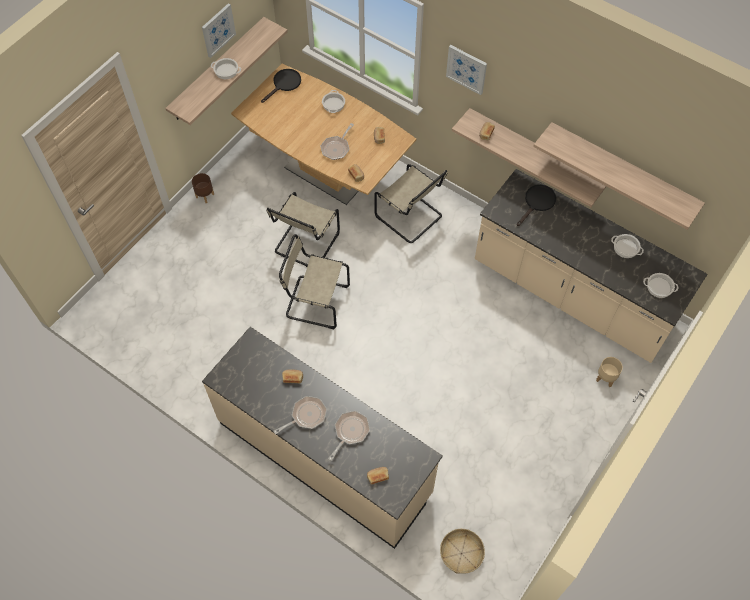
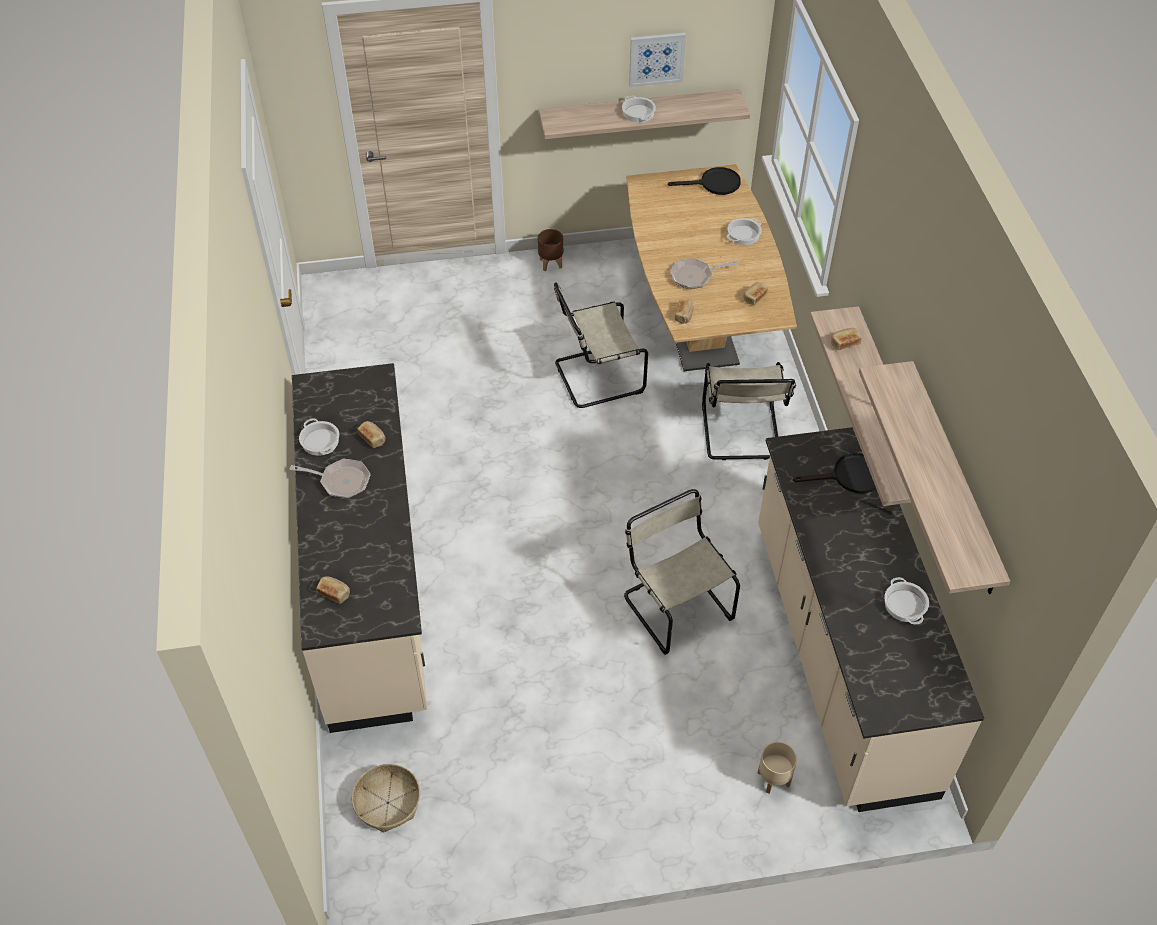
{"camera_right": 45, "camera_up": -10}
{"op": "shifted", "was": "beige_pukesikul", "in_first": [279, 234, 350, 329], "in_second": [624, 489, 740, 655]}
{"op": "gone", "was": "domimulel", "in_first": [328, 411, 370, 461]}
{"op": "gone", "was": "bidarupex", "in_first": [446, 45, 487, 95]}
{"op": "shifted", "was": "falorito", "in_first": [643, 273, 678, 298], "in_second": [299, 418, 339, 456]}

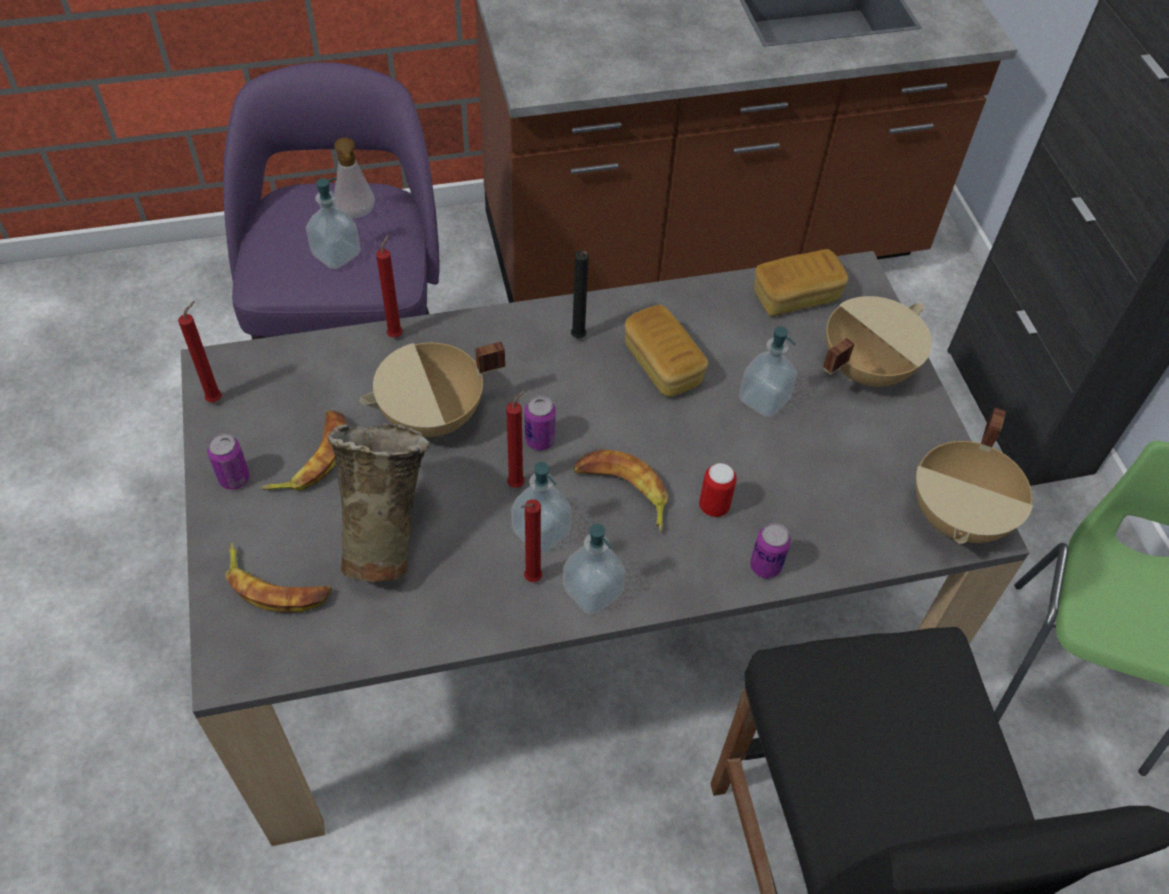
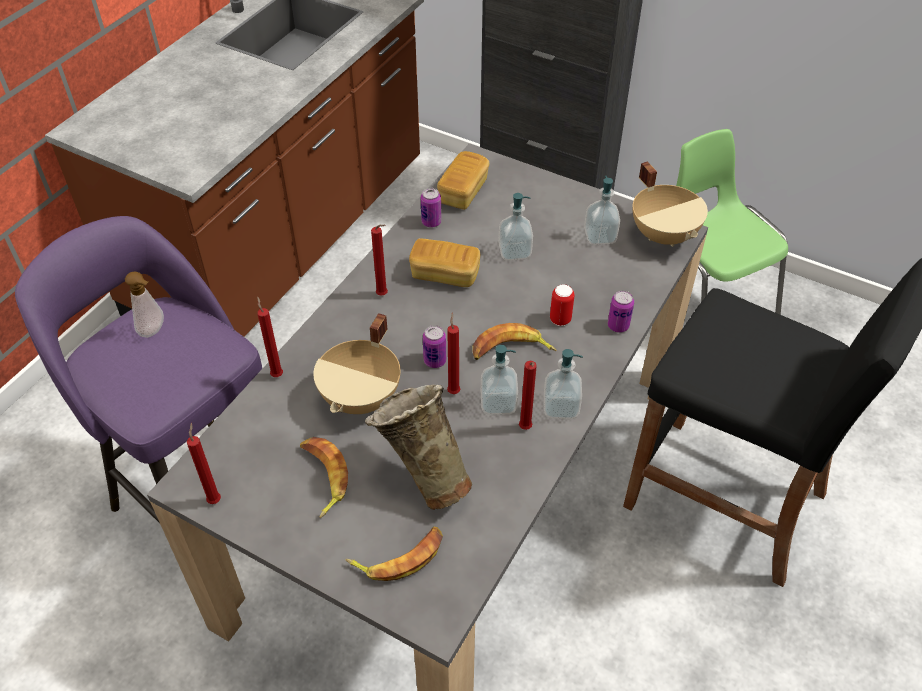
{"camera_right": -45, "camera_up": -5}
{"op": "shifted", "was": "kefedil", "in_first": [207, 434, 250, 490], "in_second": [421, 188, 442, 228]}
{"op": "shifted", "was": "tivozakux", "in_first": [306, 178, 361, 270], "in_second": [584, 176, 620, 245]}
{"op": "repainted", "was": "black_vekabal", "now": "red_vekabal", "in_first": [571, 250, 589, 338], "in_second": [371, 225, 388, 296]}
{"op": "gone", "was": "beige_falorito", "in_first": [823, 296, 932, 387]}

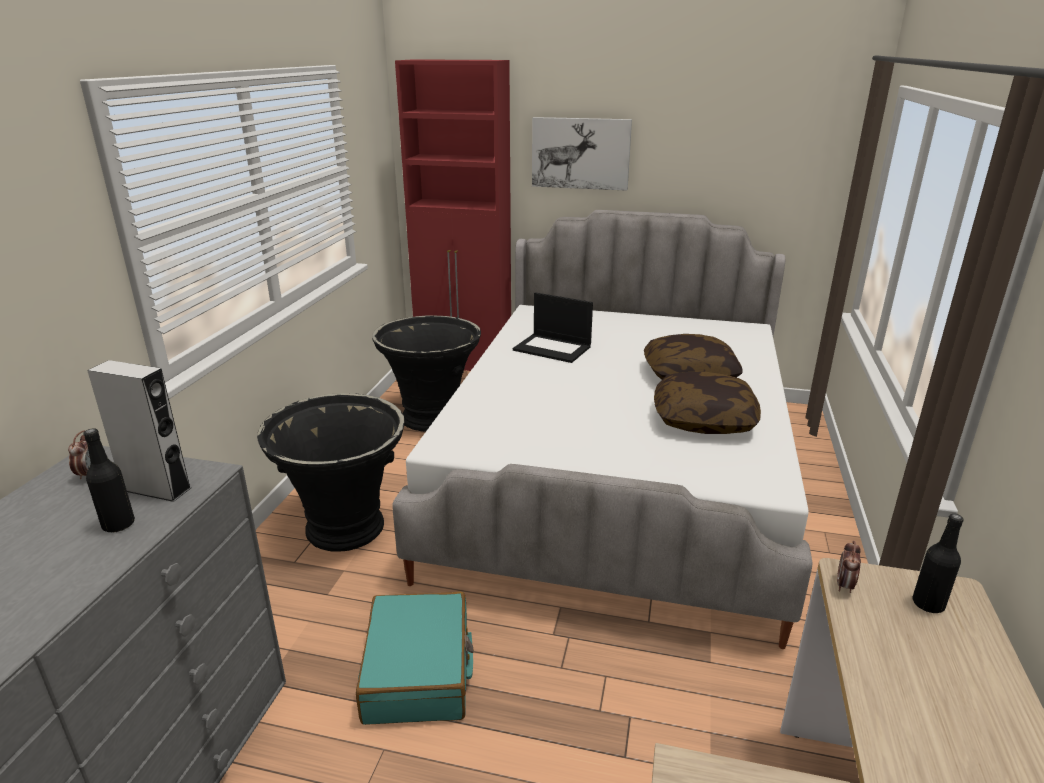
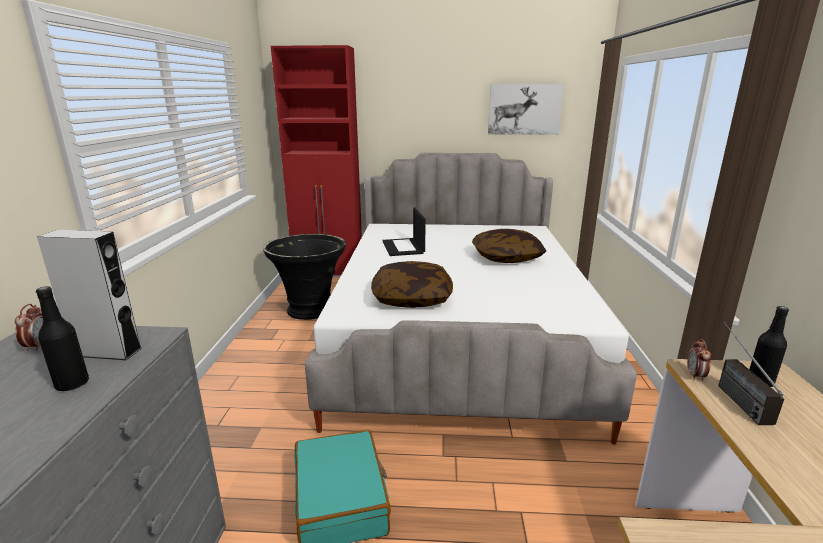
{"camera_right": -10, "camera_up": -5}
{"op": "gone", "was": "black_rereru", "in_first": [257, 393, 405, 552]}
{"op": "rotated", "was": "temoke", "in_first": [513, 292, 593, 363], "in_second": [382, 207, 426, 256], "clockwise": 60}
{"op": "shifted", "was": "bidarupex", "in_first": [532, 117, 632, 191], "in_second": [488, 84, 564, 135]}
{"op": "shifted", "was": "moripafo", "in_first": [654, 372, 761, 434], "in_second": [371, 261, 453, 308]}
{"op": "new", "now": "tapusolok", "in_second": [718, 322, 784, 425]}

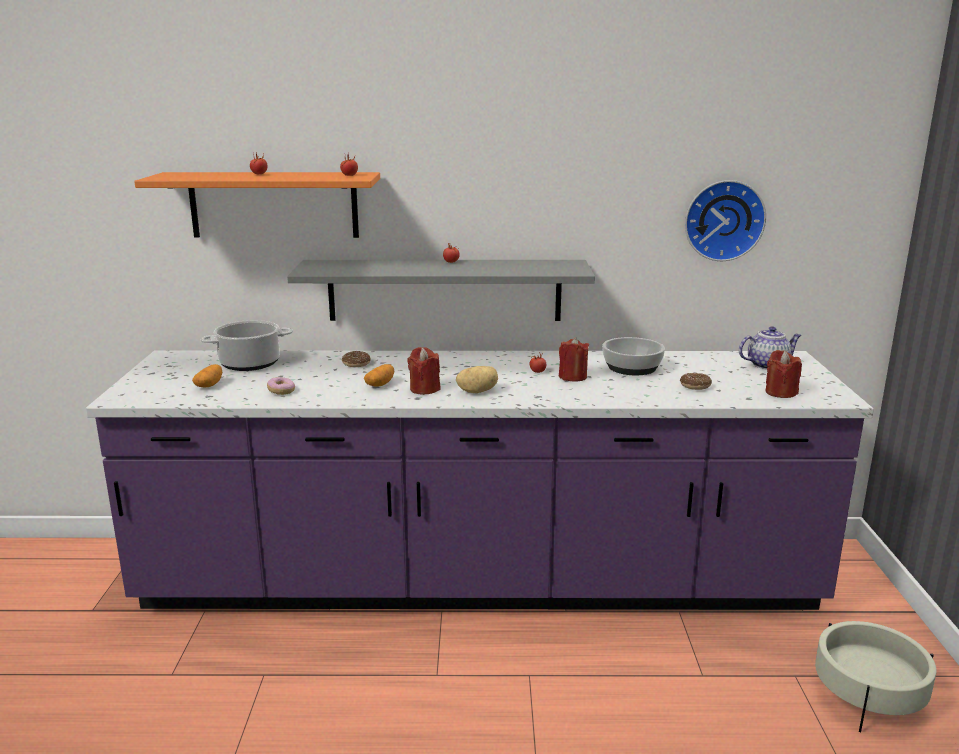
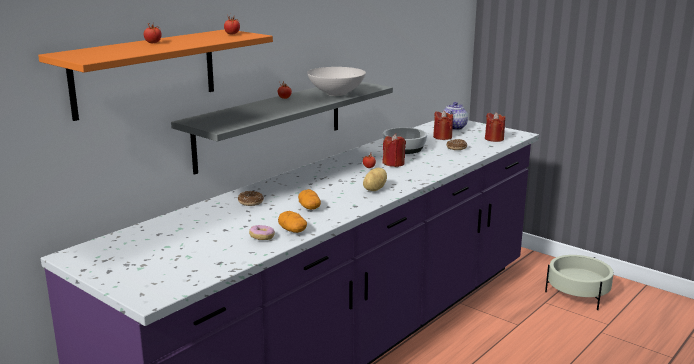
{"camera_right": -50, "camera_up": 0}
{"op": "shifted", "was": "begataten", "in_first": [192, 364, 222, 388], "in_second": [278, 211, 307, 233]}
{"op": "gone", "was": "falorito", "in_first": [200, 320, 293, 371]}
{"op": "shifted", "was": "red_vekabal", "in_first": [408, 347, 440, 395], "in_second": [433, 110, 453, 140]}
{"op": "gone", "was": "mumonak", "in_first": [685, 180, 766, 261]}
{"op": "new", "now": "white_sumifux", "in_second": [307, 67, 366, 96]}

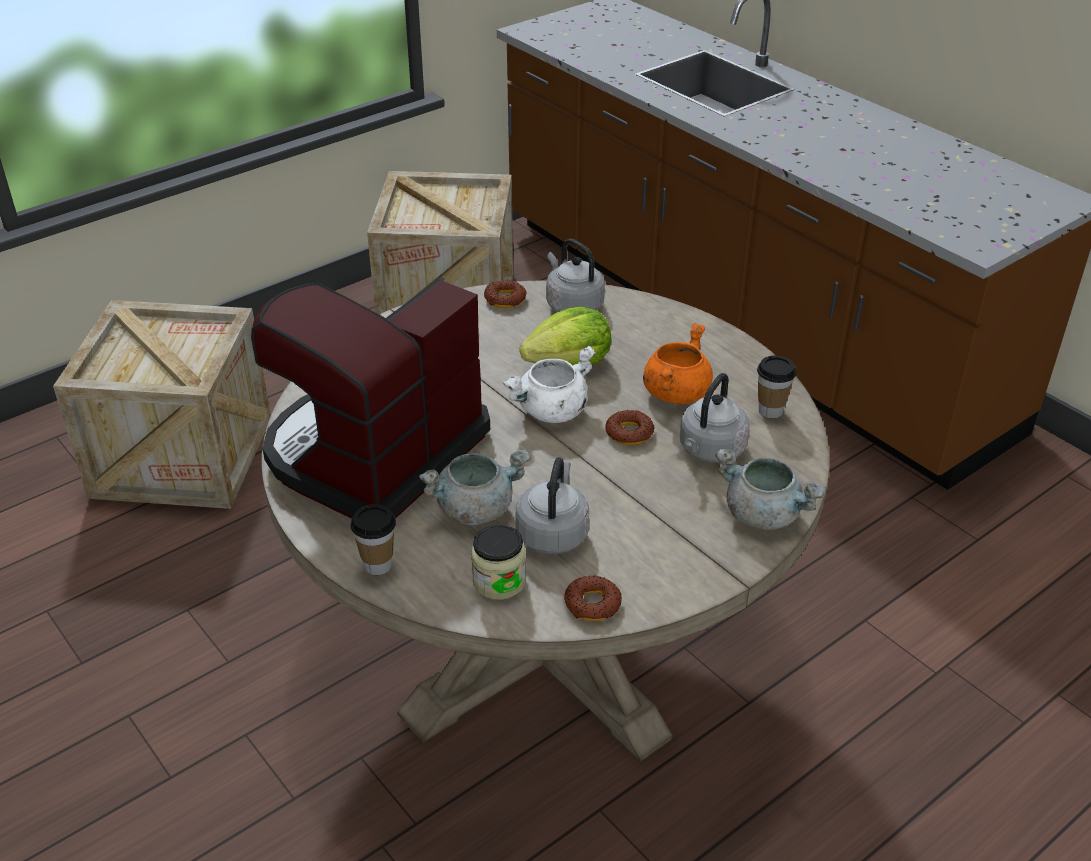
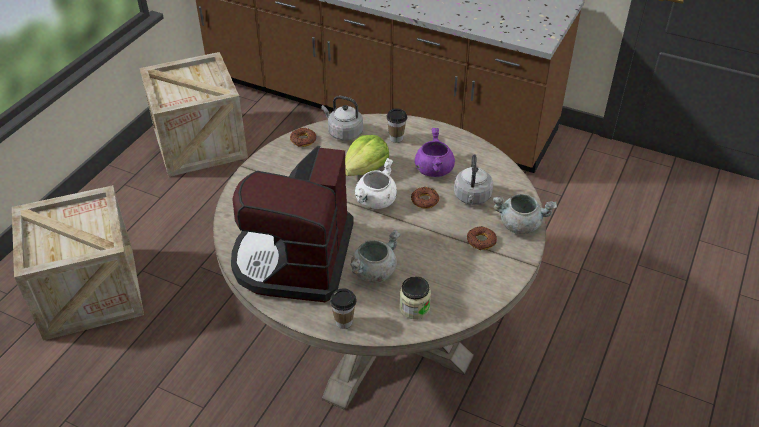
{"camera_right": -25, "camera_up": 5}
{"op": "gone", "was": "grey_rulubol", "in_first": [516, 457, 589, 554]}
{"op": "shifted", "was": "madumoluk", "in_first": [564, 576, 622, 621], "in_second": [467, 227, 497, 250]}
{"op": "repainted", "was": "orange_falorito", "now": "purple_falorito", "in_first": [643, 323, 713, 404], "in_second": [415, 128, 455, 177]}
{"op": "shifted", "was": "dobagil", "in_first": [757, 355, 796, 418], "in_second": [386, 108, 407, 143]}

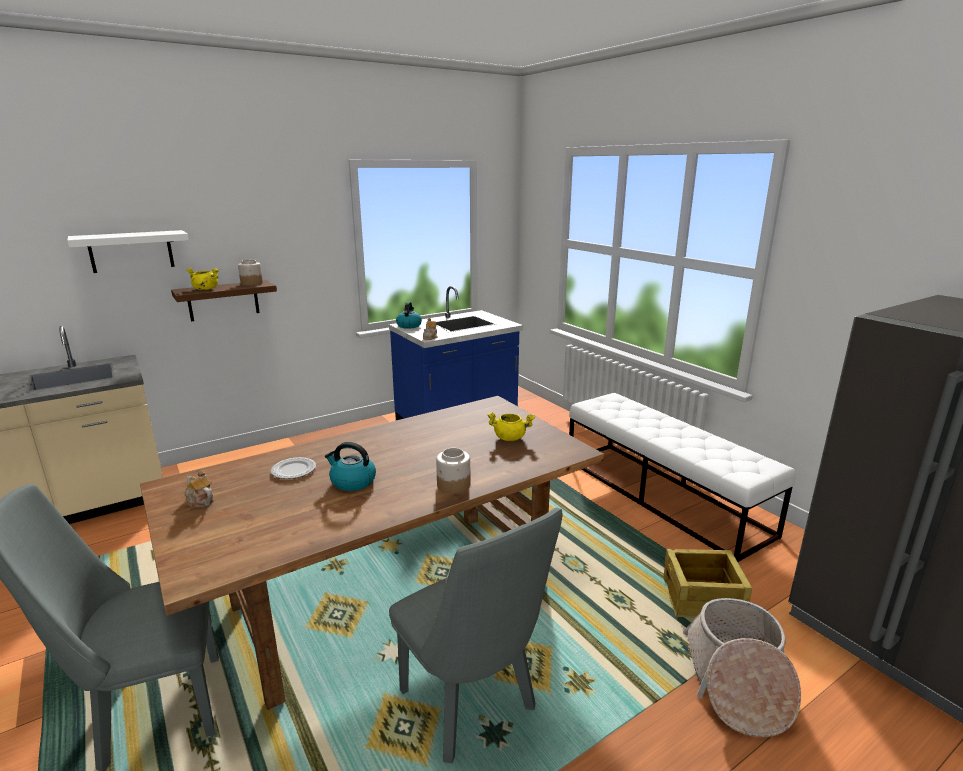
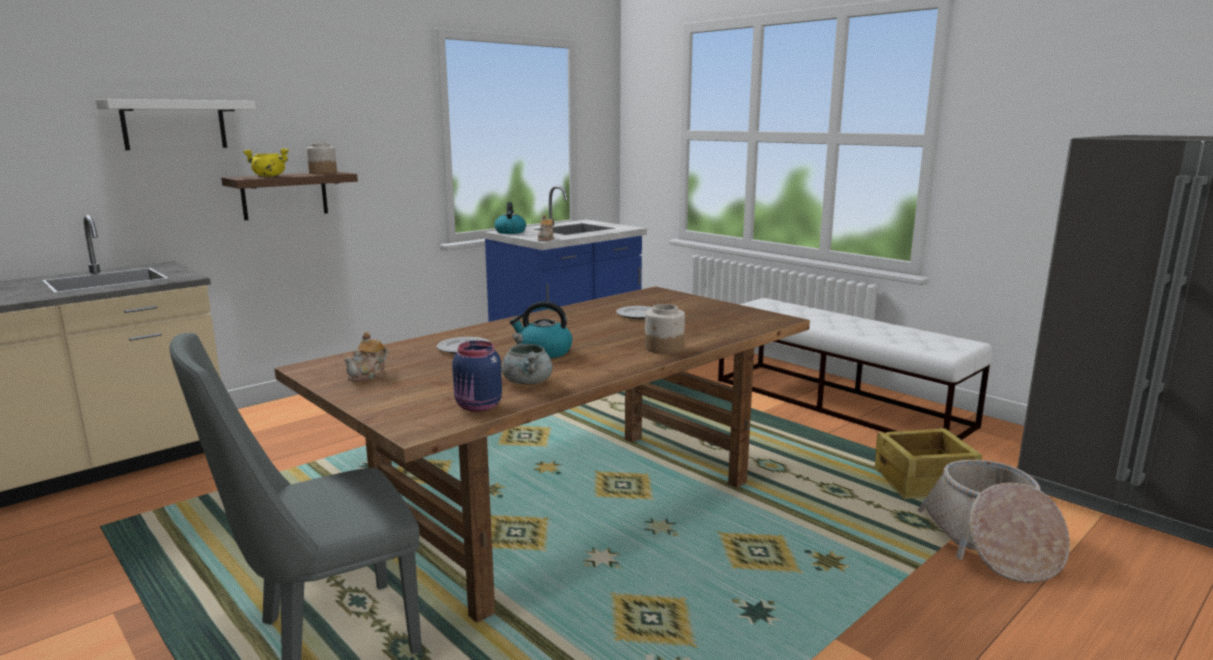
{"camera_right": -10, "camera_up": -5}
{"op": "rotated", "was": "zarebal", "in_first": [184, 470, 214, 507], "in_second": [344, 332, 388, 382], "clockwise": -90}
{"op": "gone", "was": "grey_pukesikul", "in_first": [389, 508, 563, 763]}
{"op": "gone", "was": "yellow_falorito", "in_first": [487, 413, 535, 441]}
{"op": "new", "now": "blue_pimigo", "in_second": [452, 341, 502, 412]}
{"op": "new", "now": "grey_falorito", "in_second": [501, 333, 553, 385]}
{"op": "new", "now": "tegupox", "in_second": [616, 306, 652, 319]}

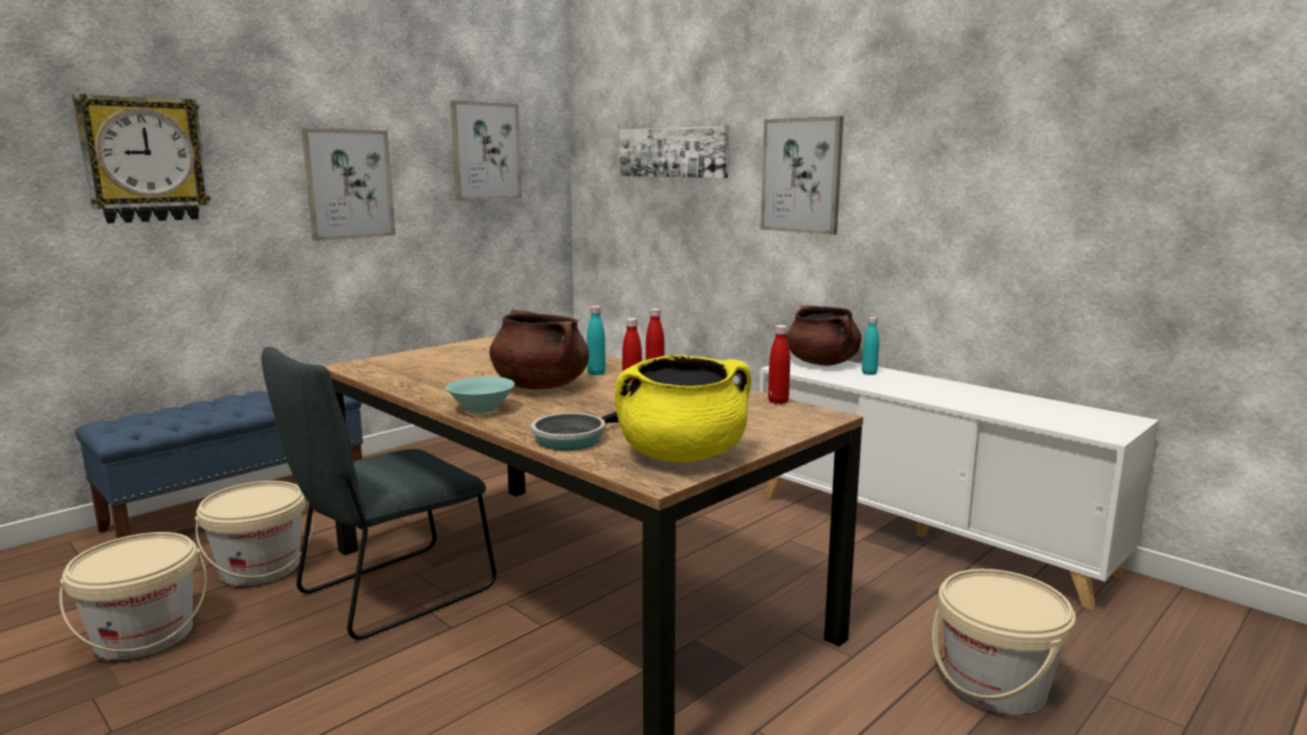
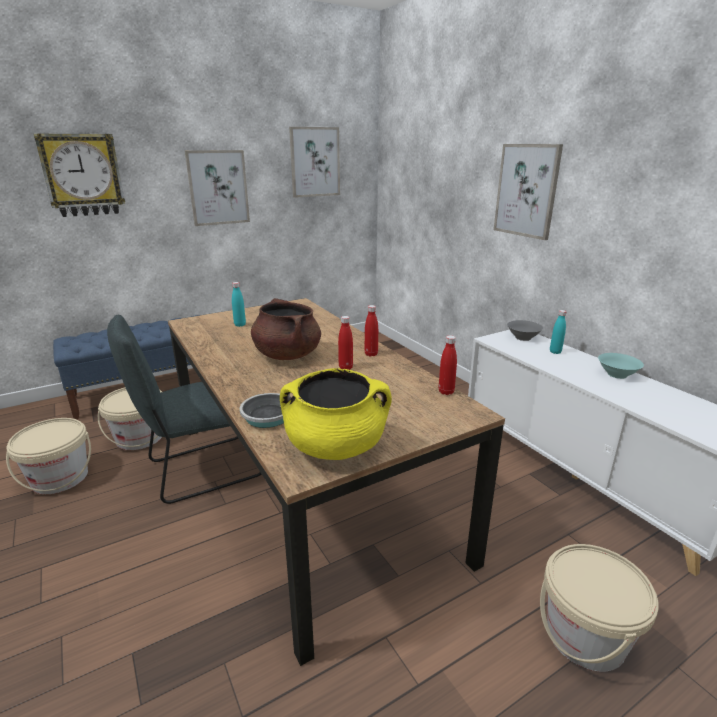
{"camera_right": 15, "camera_up": 10}
{"op": "shifted", "was": "turquoise_sumifux", "in_first": [446, 376, 515, 414], "in_second": [598, 353, 644, 379]}
{"op": "shifted", "was": "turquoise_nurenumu", "in_first": [587, 306, 606, 375], "in_second": [232, 282, 246, 327]}
{"op": "gone", "was": "bidarupex", "in_first": [620, 126, 729, 178]}
{"op": "swapped", "was": "brown_falorito", "now": "grey_sumifux", "in_first": [786, 305, 862, 366], "in_second": [507, 320, 543, 341]}

